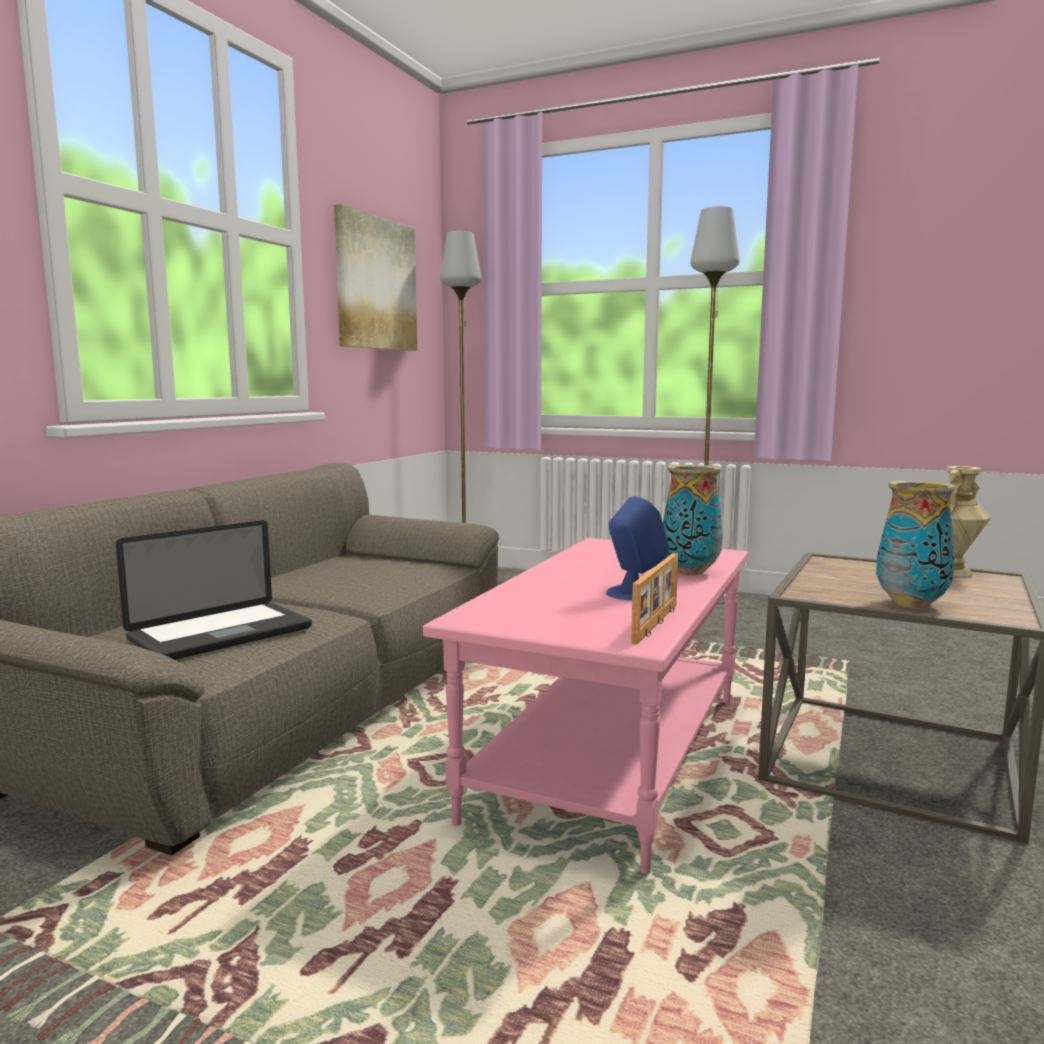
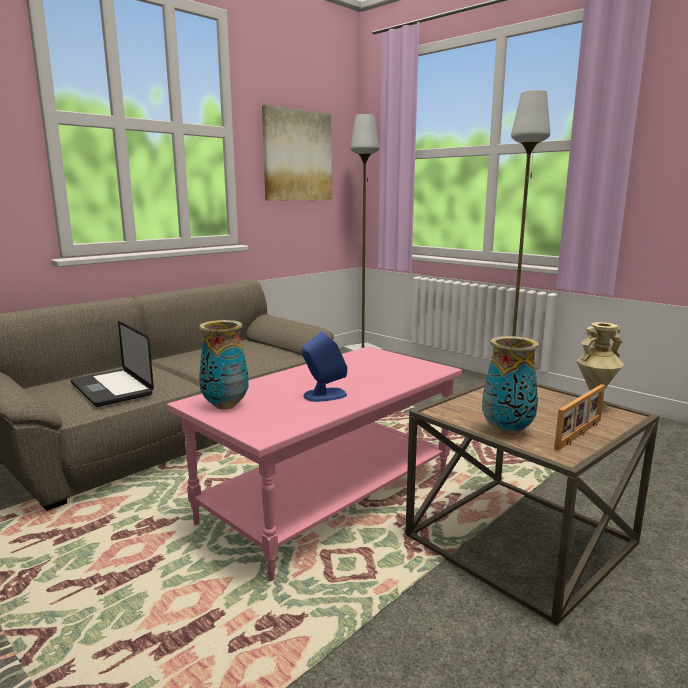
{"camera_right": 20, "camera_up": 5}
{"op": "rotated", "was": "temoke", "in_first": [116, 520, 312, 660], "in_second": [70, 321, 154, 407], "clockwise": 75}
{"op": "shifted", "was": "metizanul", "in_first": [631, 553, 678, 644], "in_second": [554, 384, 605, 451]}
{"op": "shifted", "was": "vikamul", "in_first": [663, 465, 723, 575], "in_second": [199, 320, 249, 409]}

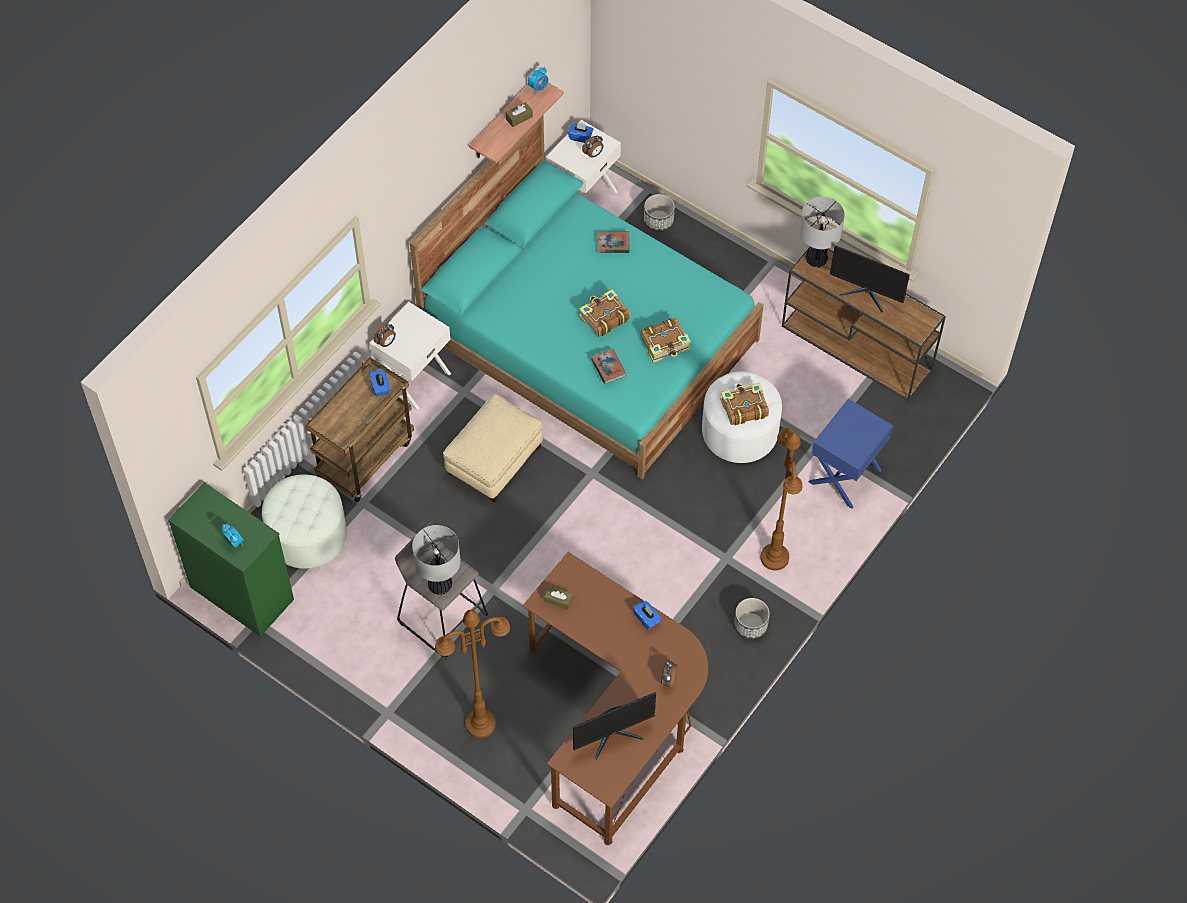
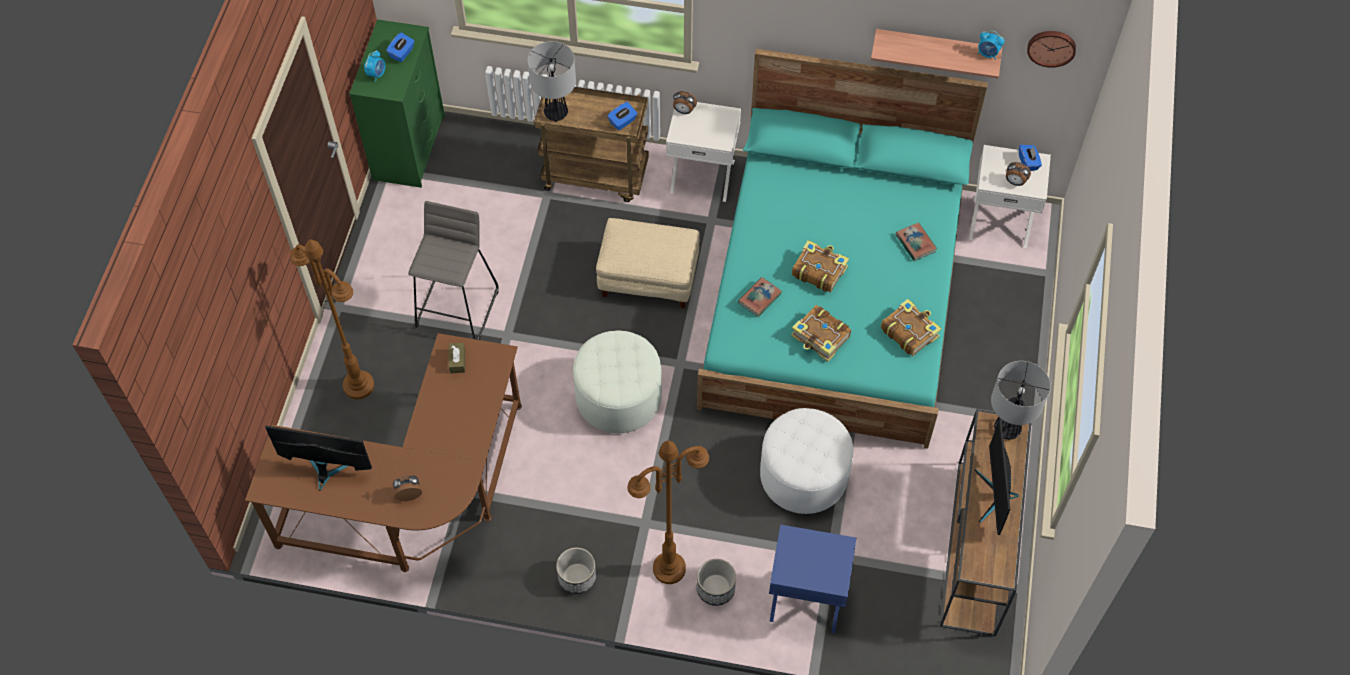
{"camera_right": 65, "camera_up": 0}
{"op": "shifted", "was": "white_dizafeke", "in_first": [262, 474, 347, 569], "in_second": [573, 331, 662, 433]}
{"op": "shifted", "was": "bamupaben", "in_first": [412, 525, 461, 595], "in_second": [528, 41, 576, 122]}
{"op": "gone", "was": "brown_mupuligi", "in_first": [506, 102, 533, 127]}
{"op": "rotated", "was": "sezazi", "in_first": [573, 692, 656, 760], "in_second": [265, 426, 372, 491], "clockwise": 150}
{"op": "shifted", "was": "blue_mupuligi", "in_first": [633, 601, 662, 630], "in_second": [386, 32, 414, 62]}
{"op": "shifted", "was": "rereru", "in_first": [644, 194, 675, 232], "in_second": [697, 559, 736, 606]}
{"op": "shifted", "was": "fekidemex", "in_first": [720, 383, 769, 425], "in_second": [881, 299, 941, 356]}
{"op": "new", "now": "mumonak", "in_second": [1027, 31, 1076, 68]}

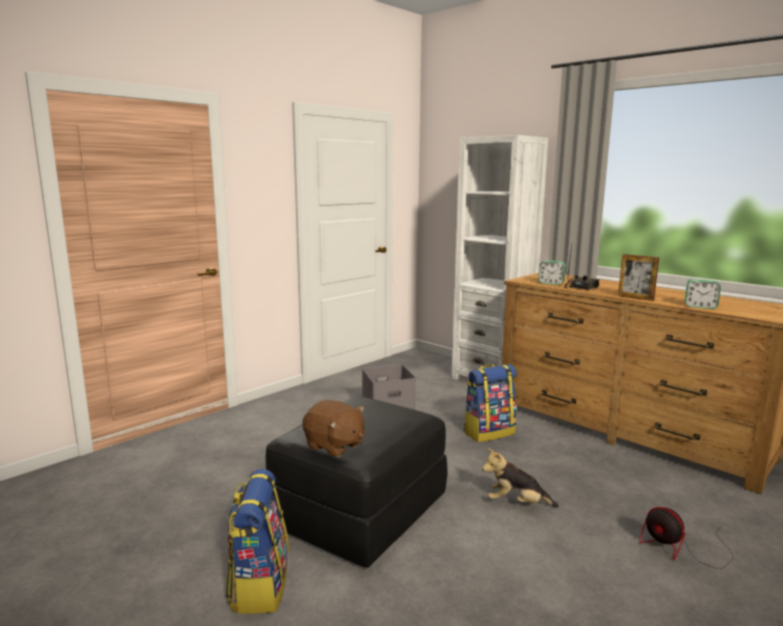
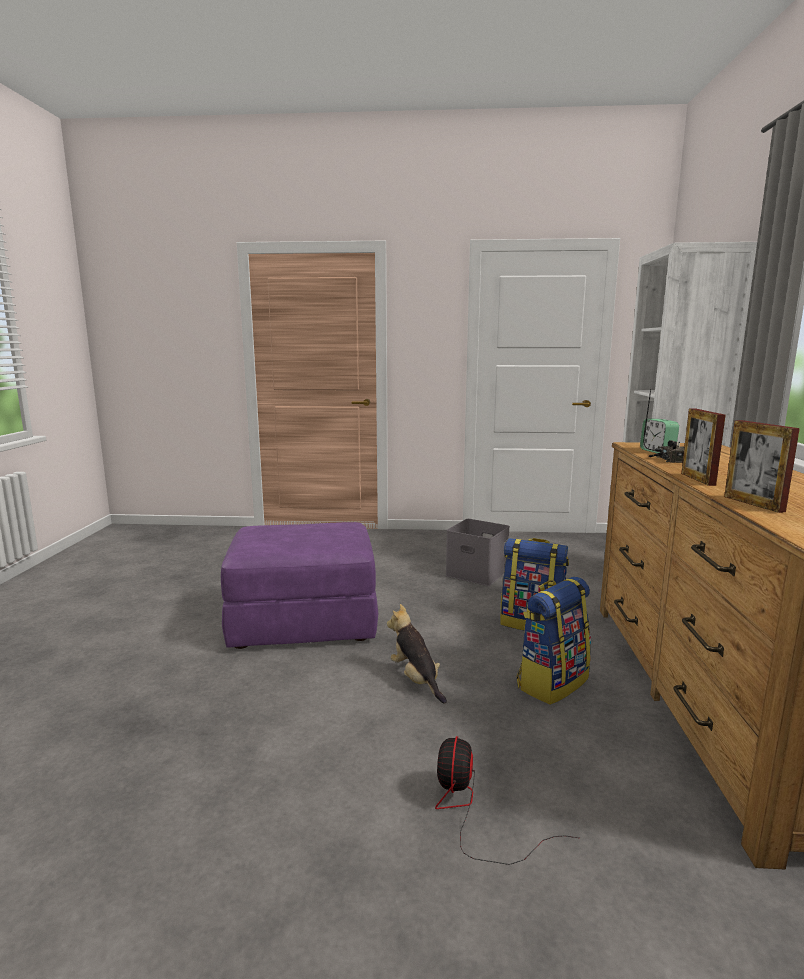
{"camera_right": 50, "camera_up": 0}
{"op": "shifted", "was": "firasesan", "in_first": [225, 469, 289, 614], "in_second": [517, 577, 591, 705]}
{"op": "repainted", "was": "black_dizafeke", "now": "purple_dizafeke", "in_first": [266, 396, 448, 568], "in_second": [221, 522, 378, 649]}
{"op": "gone", "was": "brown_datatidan", "in_first": [302, 400, 365, 457]}
{"op": "swapped", "was": "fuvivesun", "now": "metizanul", "in_first": [685, 279, 721, 309], "in_second": [724, 420, 800, 513]}

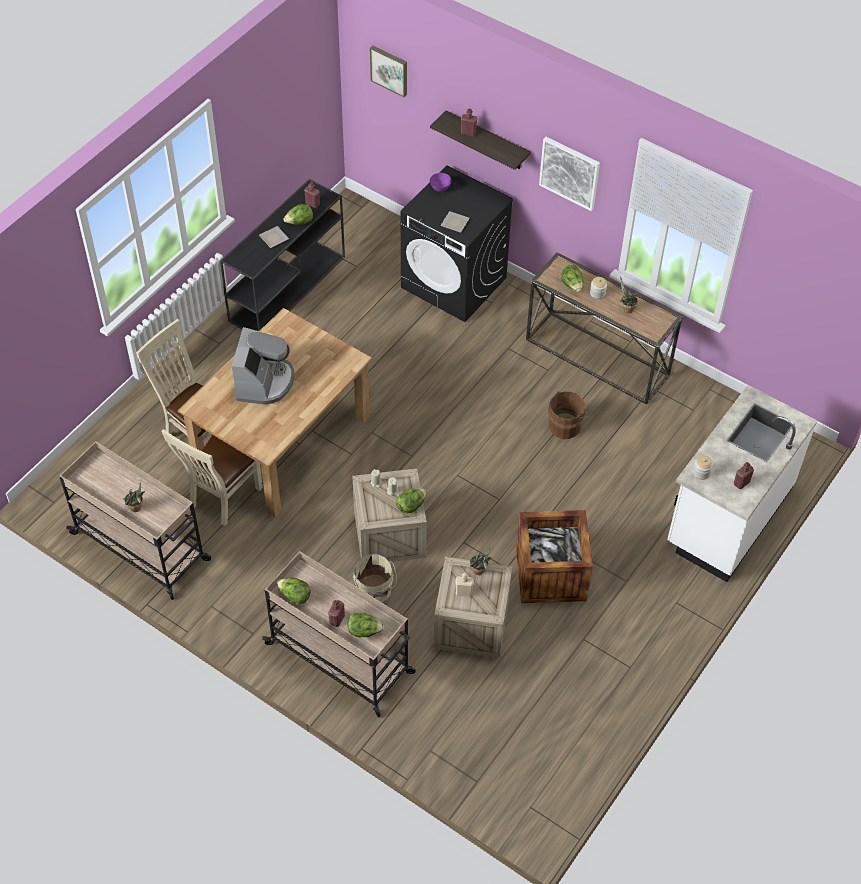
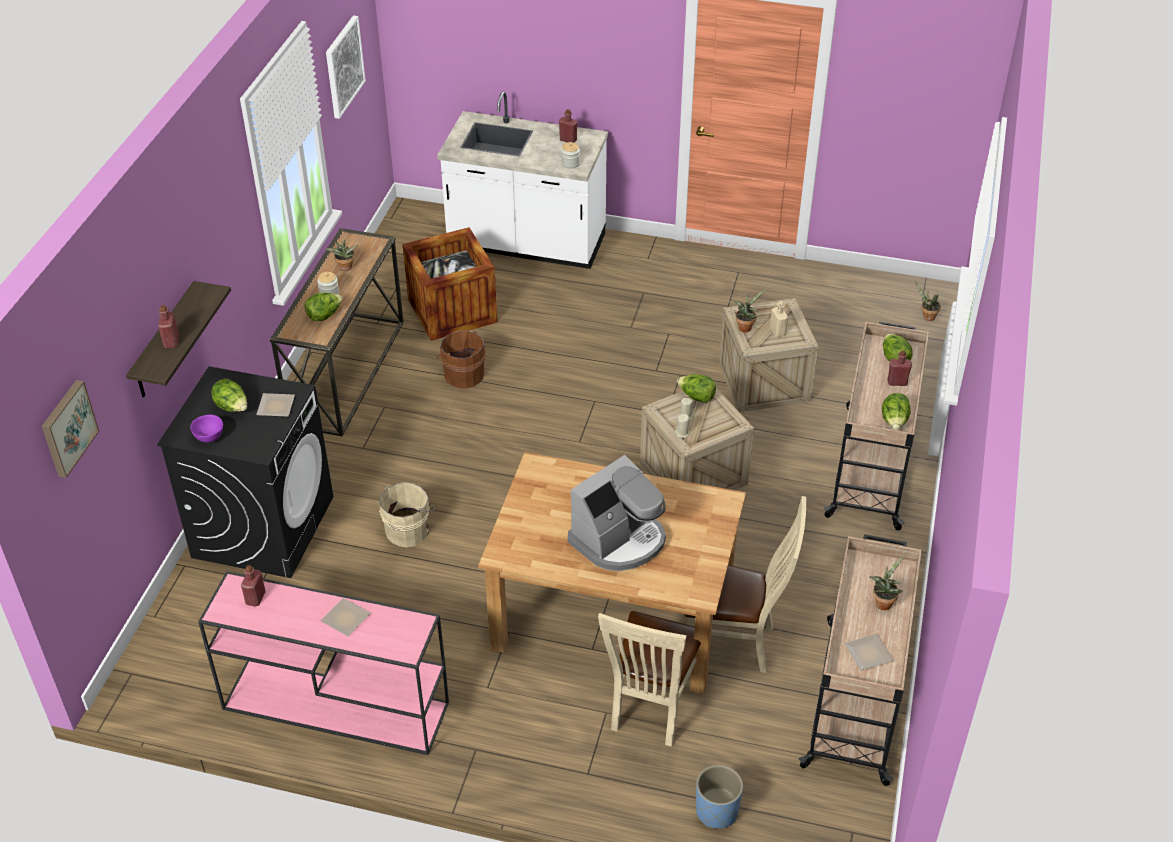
{"camera_right": -110, "camera_up": -10}
{"op": "repainted", "was": "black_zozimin", "now": "pink_zozimin", "in_first": [220, 179, 345, 331], "in_second": [198, 571, 449, 755]}
{"op": "rotated", "was": "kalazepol", "in_first": [232, 327, 294, 405], "in_second": [568, 455, 666, 571], "clockwise": 150}
{"op": "shifted", "was": "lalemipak", "in_first": [283, 204, 313, 225], "in_second": [212, 379, 247, 412]}
{"op": "shifted", "was": "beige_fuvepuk", "in_first": [353, 554, 397, 602], "in_second": [379, 482, 435, 548]}
{"op": "shifted", "was": "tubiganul", "in_first": [516, 510, 593, 603], "in_second": [402, 227, 497, 341]}
{"op": "shifted", "was": "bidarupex", "in_first": [539, 137, 600, 211], "in_second": [326, 16, 366, 119]}
{"op": "new", "now": "blue_rereru", "in_second": [696, 765, 743, 829]}
{"op": "new", "now": "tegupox", "in_second": [844, 634, 893, 671]}
{"op": "new", "now": "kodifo", "in_second": [915, 282, 941, 321]}

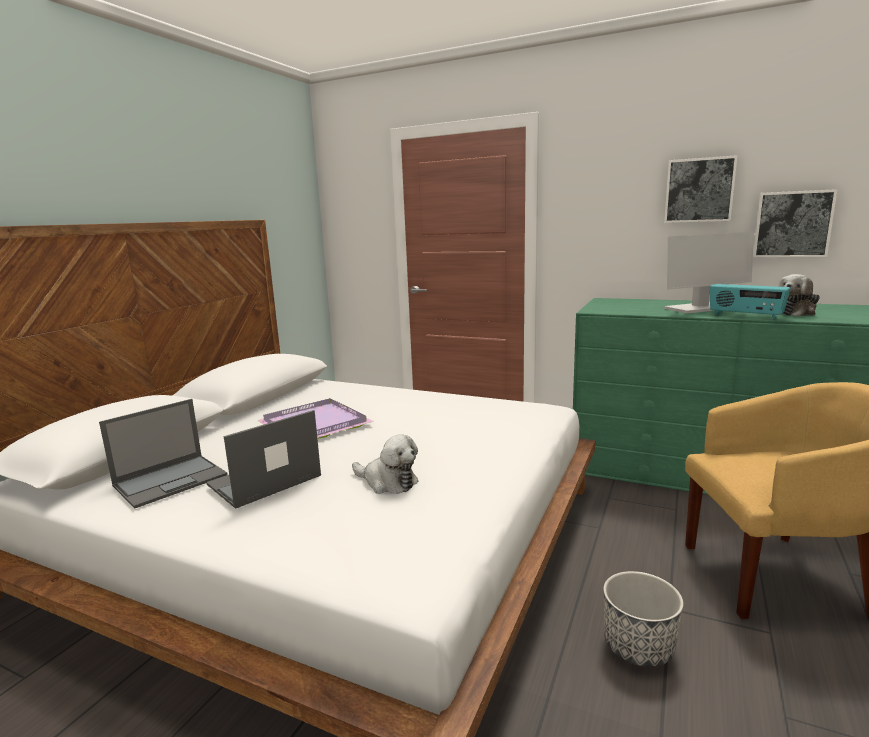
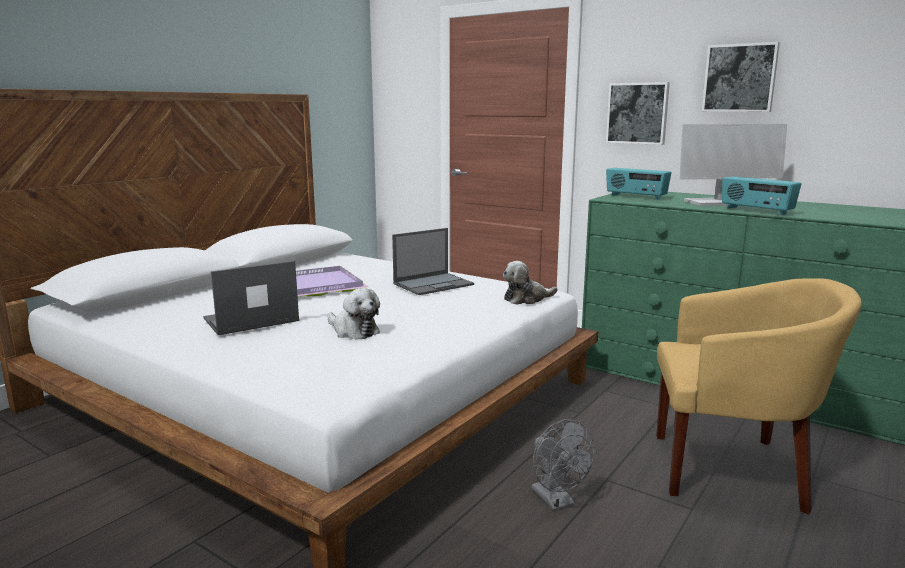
{"camera_right": 10, "camera_up": 0}
{"op": "shifted", "was": "temoke", "in_first": [99, 399, 228, 509], "in_second": [392, 228, 474, 295]}
{"op": "swapped", "was": "rereru", "now": "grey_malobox", "in_first": [603, 571, 684, 667], "in_second": [532, 419, 594, 511]}
{"op": "shifted", "was": "bidarupex", "in_first": [753, 189, 838, 257], "in_second": [606, 82, 670, 145]}
{"op": "shifted", "was": "datatidan", "in_first": [778, 274, 820, 317], "in_second": [503, 261, 557, 304]}
{"op": "new", "now": "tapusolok", "in_second": [606, 168, 671, 200]}

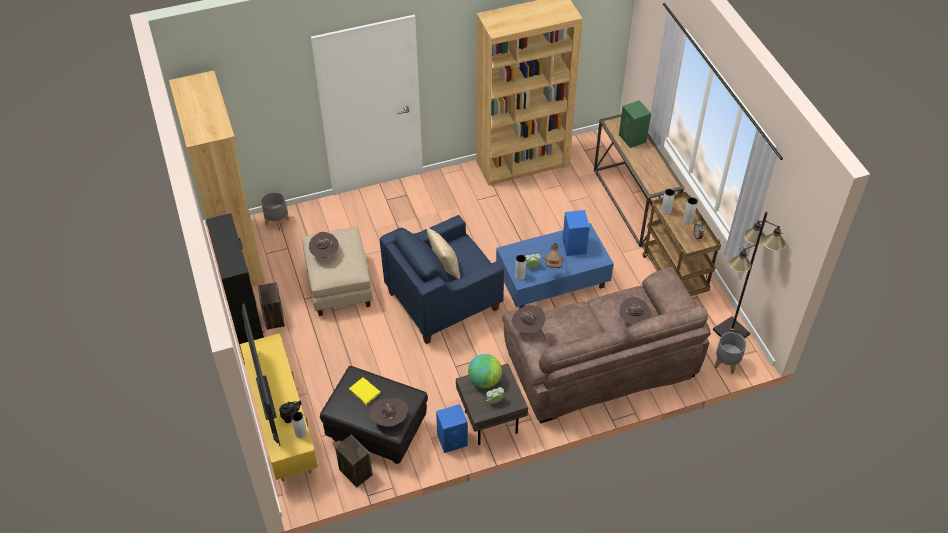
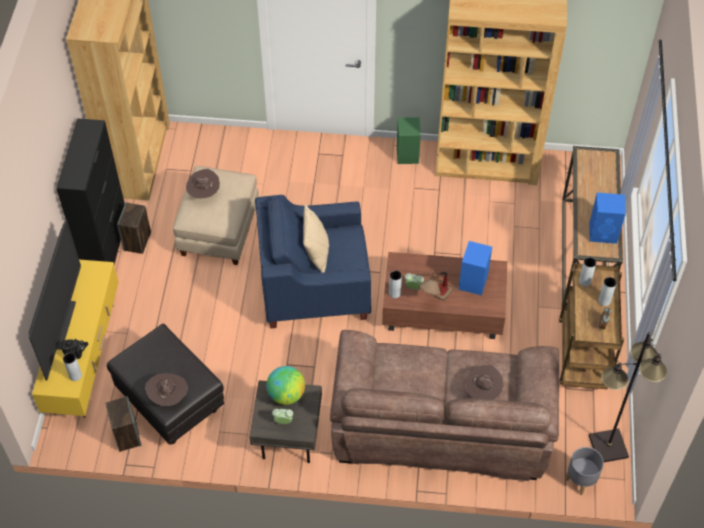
{"camera_right": 25, "camera_up": 5}
{"op": "gone", "was": "grey_rereru", "in_first": [261, 192, 289, 231]}
{"op": "gone", "was": "yellow_fekidemex", "in_first": [349, 377, 381, 405]}
{"op": "shifted", "was": "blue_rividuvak", "in_first": [436, 404, 468, 453], "in_second": [589, 193, 626, 244]}
{"op": "repainted", "was": "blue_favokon", "now": "brown_favokon", "in_first": [496, 223, 614, 309], "in_second": [382, 252, 507, 339]}
{"op": "gone", "was": "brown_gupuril", "in_first": [511, 305, 546, 333]}
{"op": "shifted", "was": "green_rividuvak", "in_first": [619, 100, 651, 148], "in_second": [397, 117, 421, 164]}

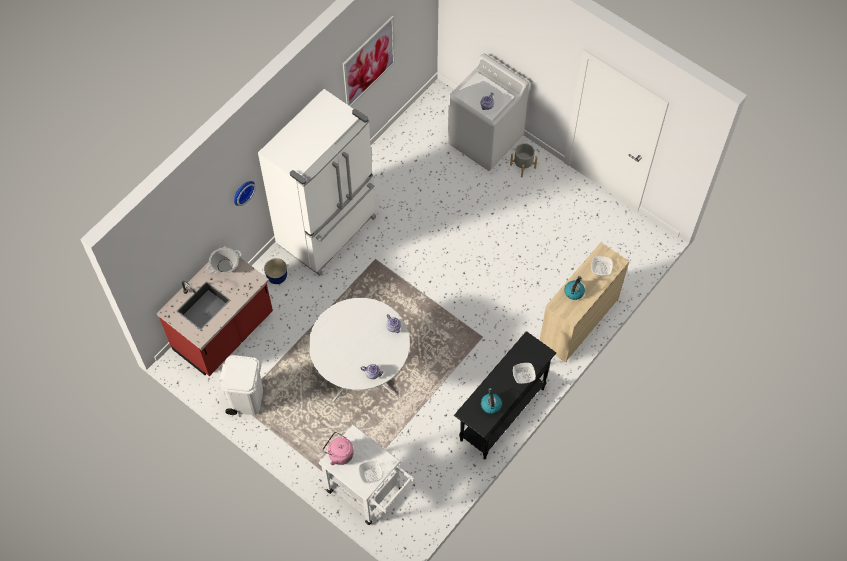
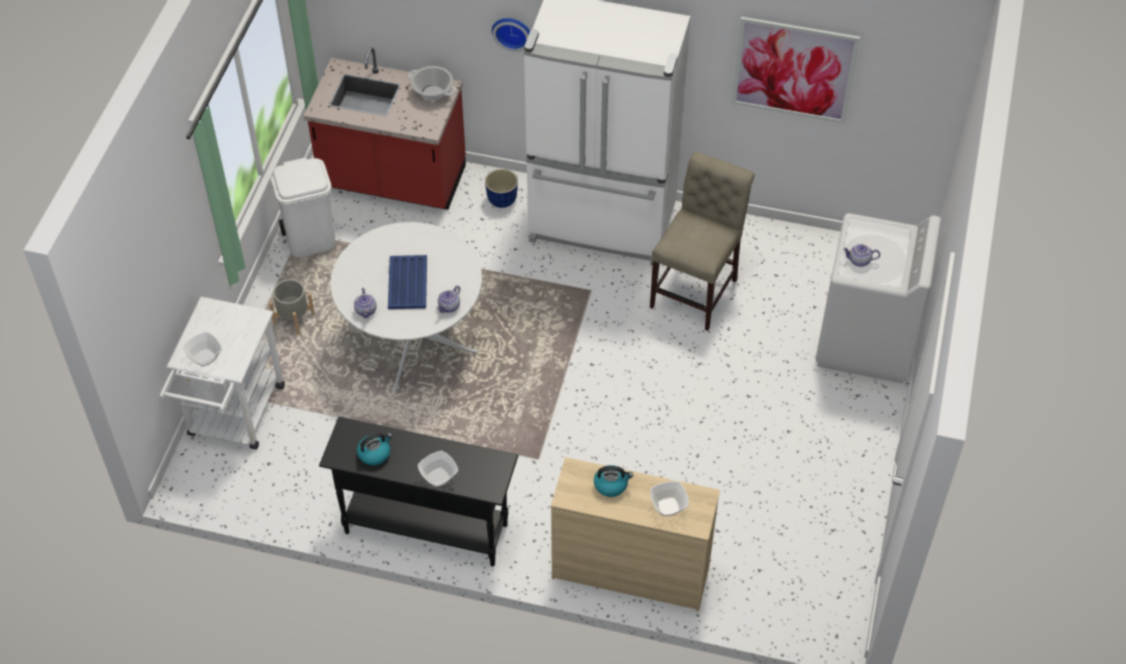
{"camera_right": 65, "camera_up": -10}
{"op": "gone", "was": "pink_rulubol", "in_first": [323, 432, 354, 465]}
{"op": "shifted", "was": "grey_rereru", "in_first": [510, 143, 538, 177], "in_second": [269, 279, 315, 335]}
{"op": "new", "now": "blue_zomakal", "in_second": [388, 255, 427, 309]}
{"op": "new", "now": "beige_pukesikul", "in_second": [650, 152, 755, 331]}

